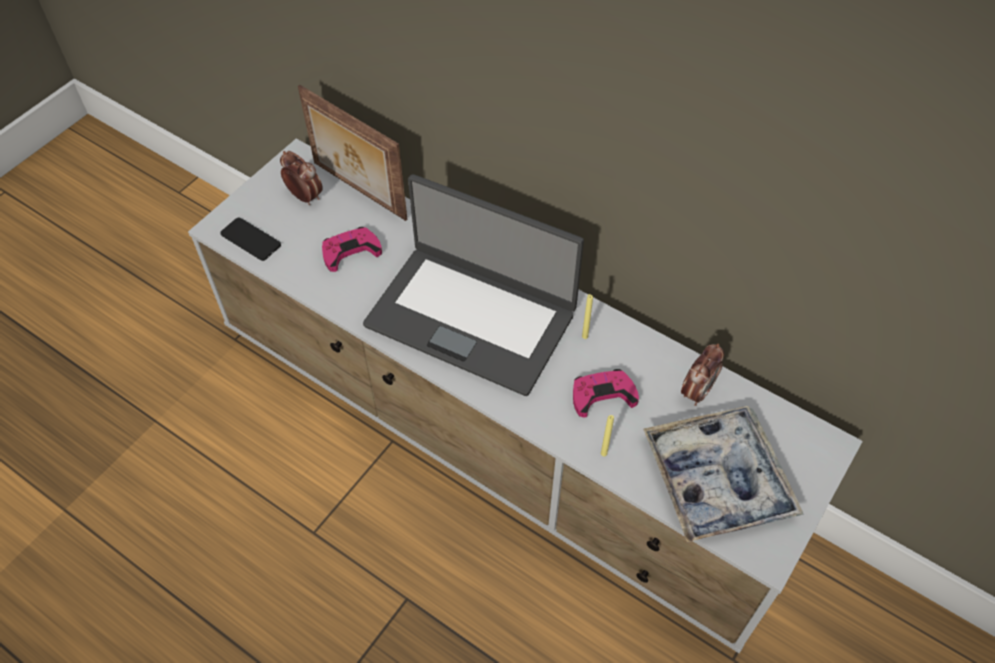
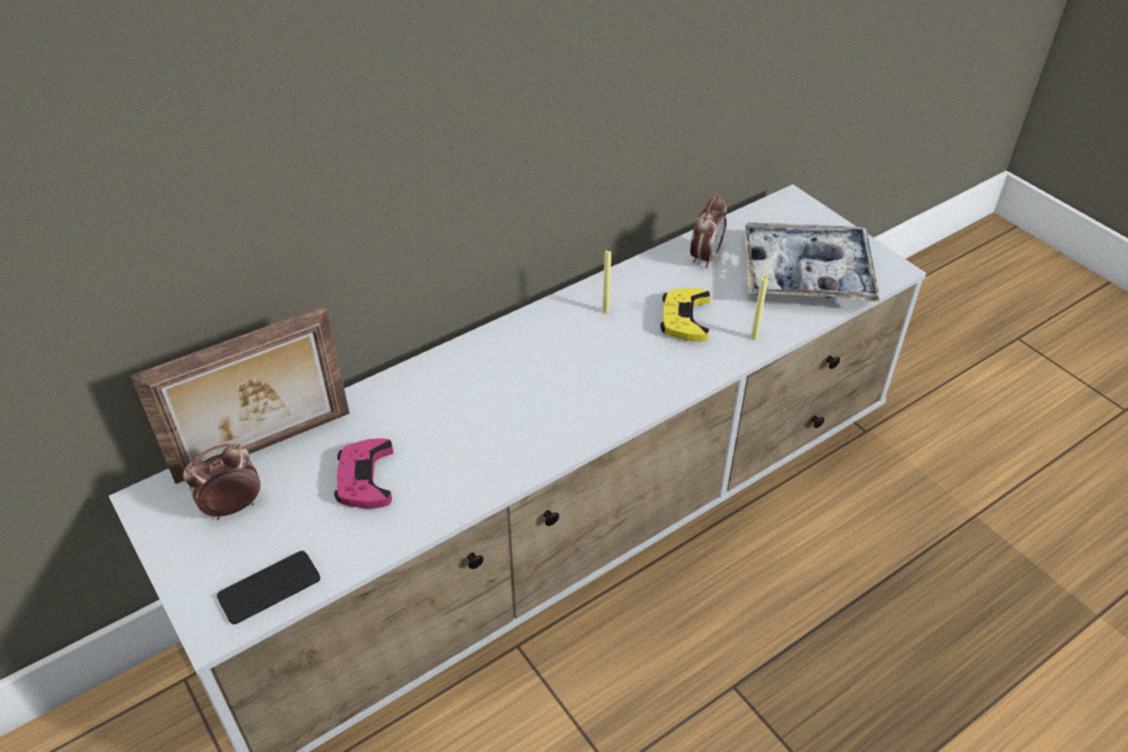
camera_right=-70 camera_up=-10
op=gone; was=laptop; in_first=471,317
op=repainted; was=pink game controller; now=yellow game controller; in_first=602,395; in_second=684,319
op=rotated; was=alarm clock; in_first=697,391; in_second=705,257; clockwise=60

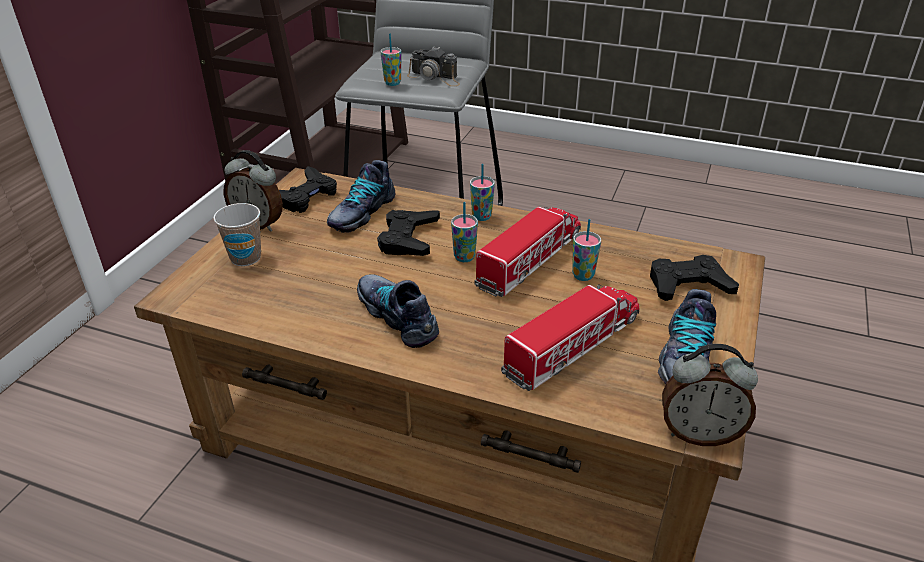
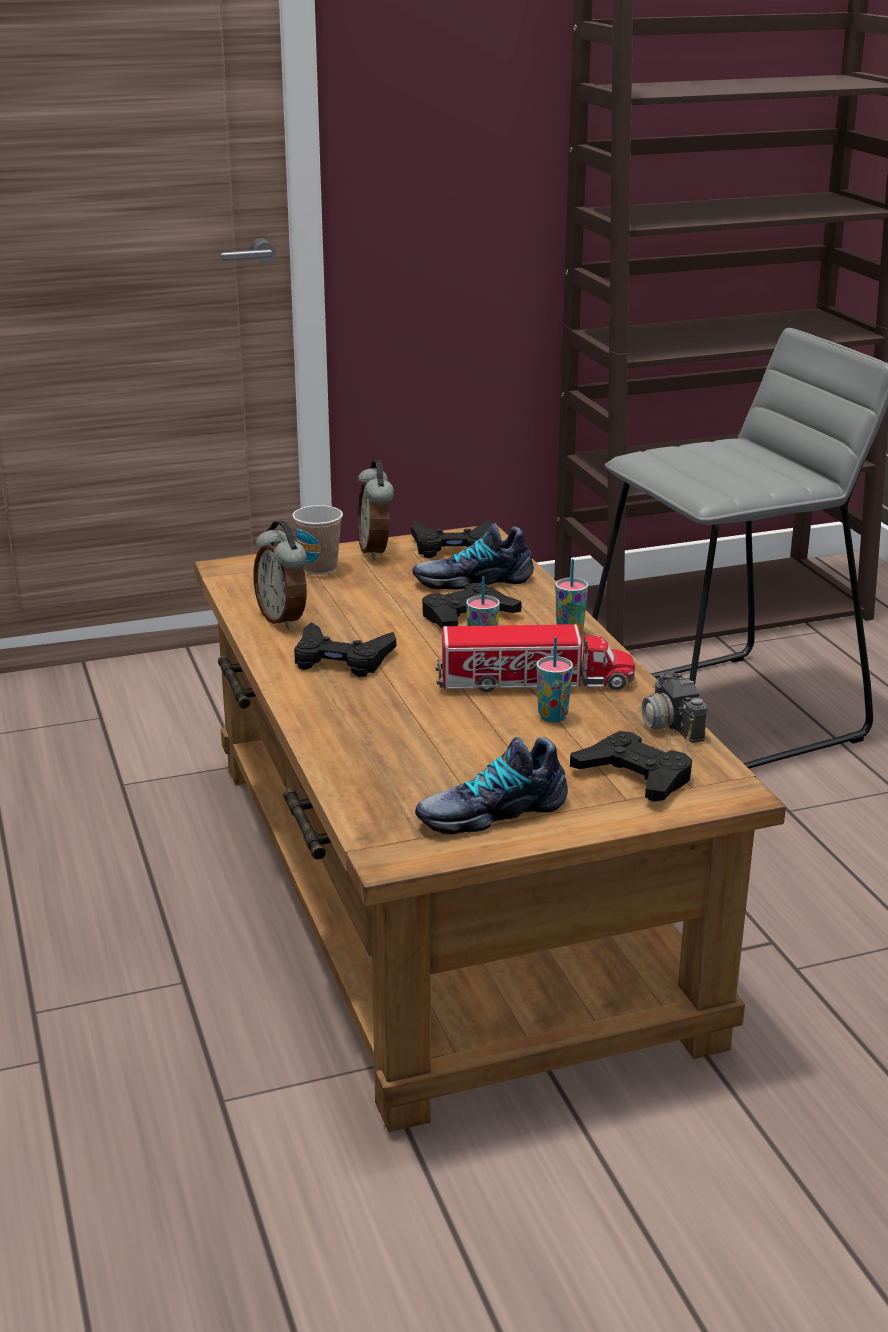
camera_right=50 camera_up=-10
op=gone; was=cup; in_first=392,83
op=gone; was=toy truck; in_first=573,345
op=shifted; was=photo camera; in_first=435,78; in_second=669,728
op=shifted; was=alarm clock; in_first=699,433; in_second=283,619
op=swapped; was=shoe; now=black game controller; in_first=398,316; in_second=341,659

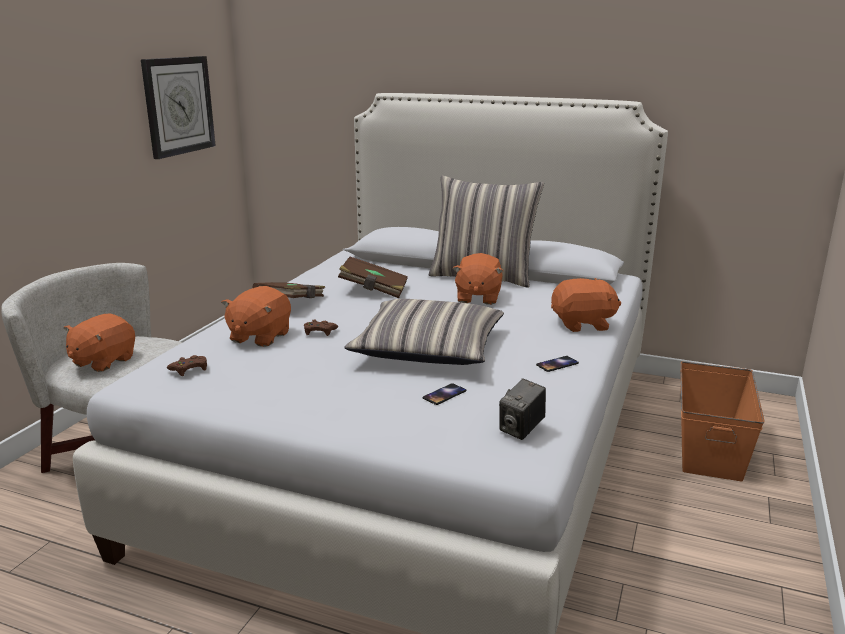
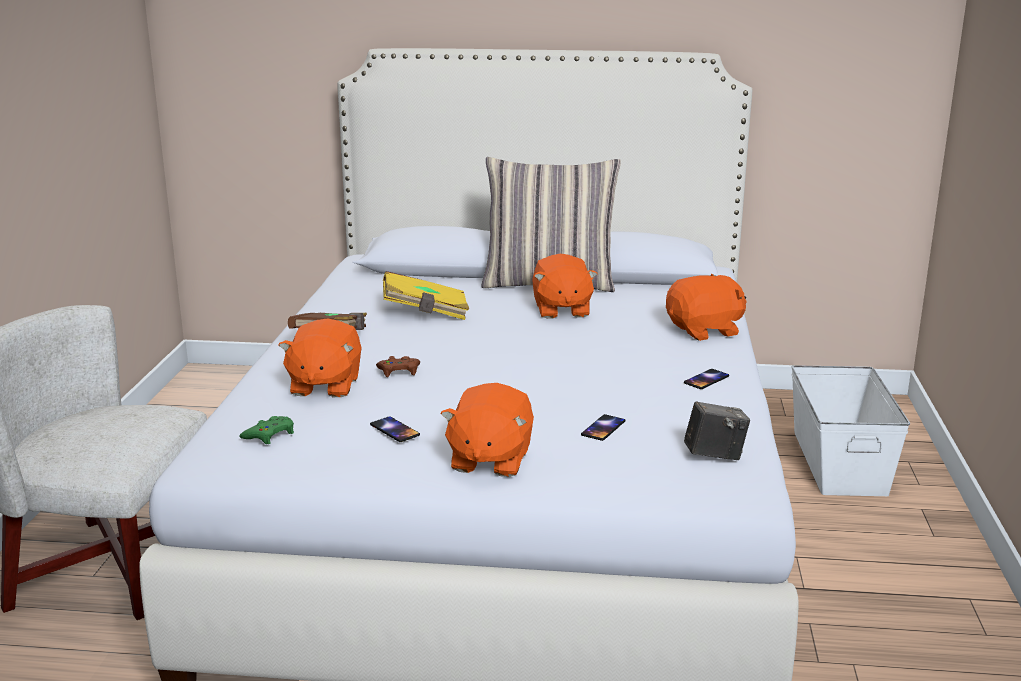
camera_right=-15 camera_up=0
op=gone; was=wall clock; in_first=178,105
op=gone; was=pillow; in_first=428,349
op=new; now=phone; in_second=395,430
op=shifted; was=orange plush toy; in_first=103,361; in_second=489,460
op=repainted; was=brown game controller; now=green game controller; in_first=189,369; in_second=269,435
op=repainted; was=brown book; now=yellow book; in_first=373,290; in_second=425,313
op=repainted; was=orange storage box; now=white storage box; in_first=708,446; in_second=838,462
op=rotated; was=photo camera; in_first=521,429; in_second=714,455; clockwise=-120

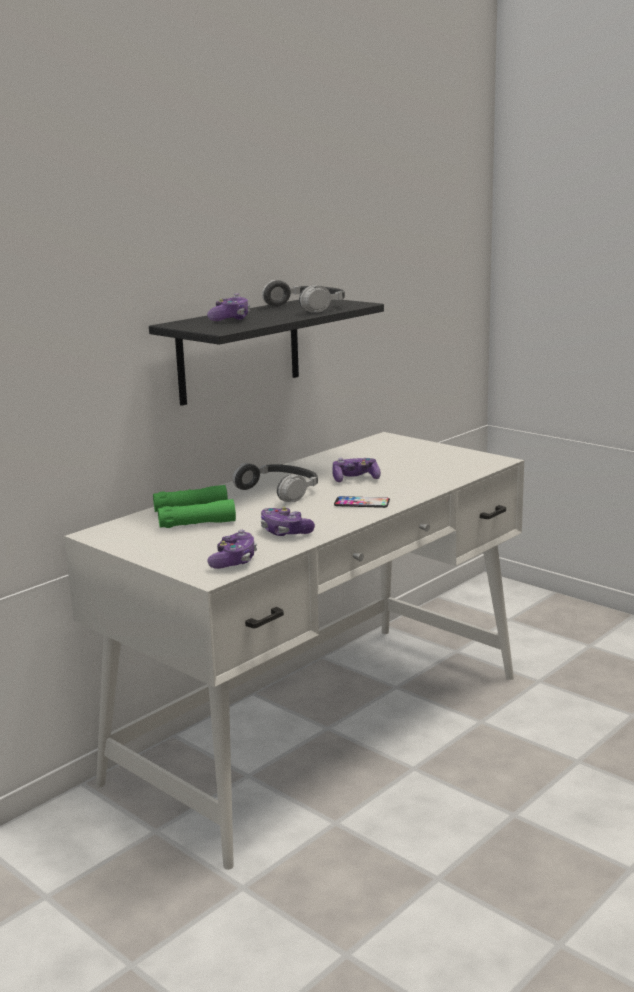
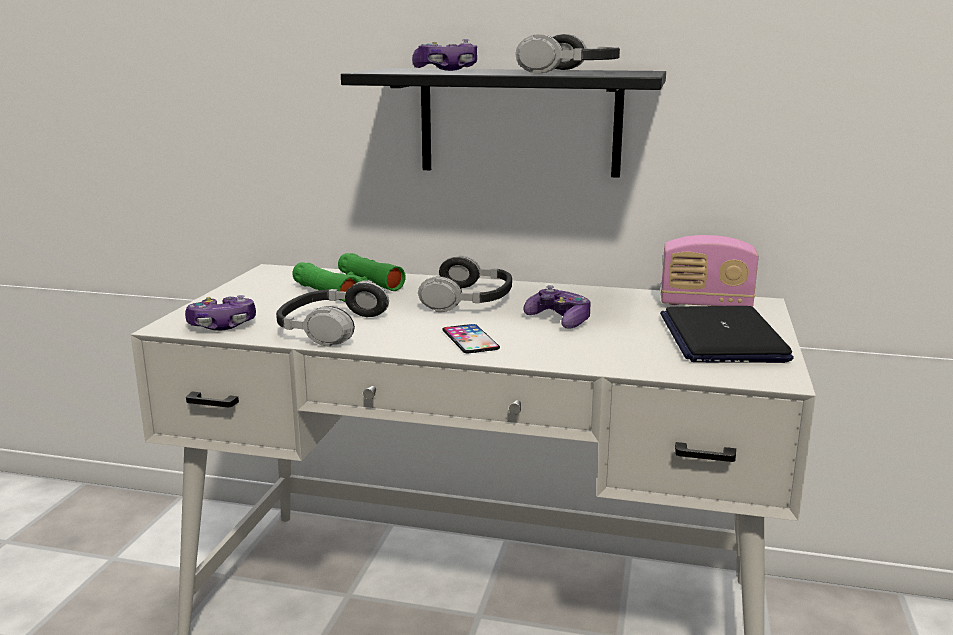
camera_right=60 camera_up=0
op=new; now=laptop; in_second=721,337
op=new; now=radio; in_second=705,304
op=swapped; was=game controller; now=headphones; in_first=285,532; in_second=330,327

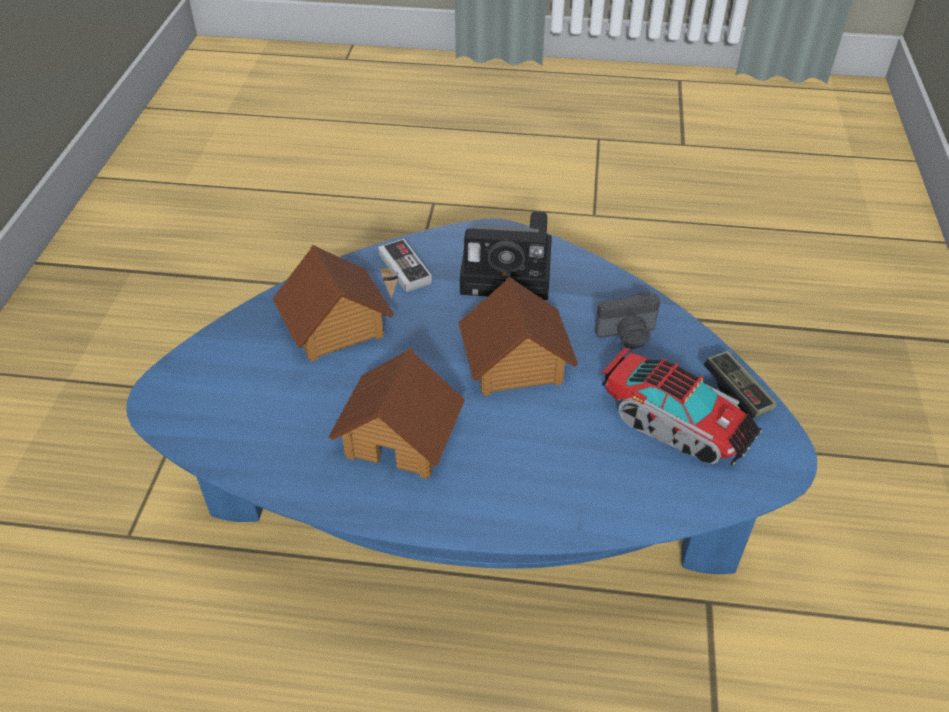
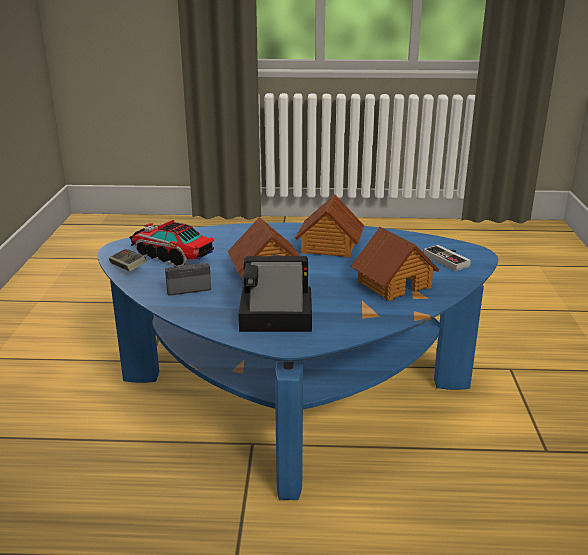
camera_right=175 camera_up=-20
op=shifted; was=game controller; in_first=398,271; in_second=449,259

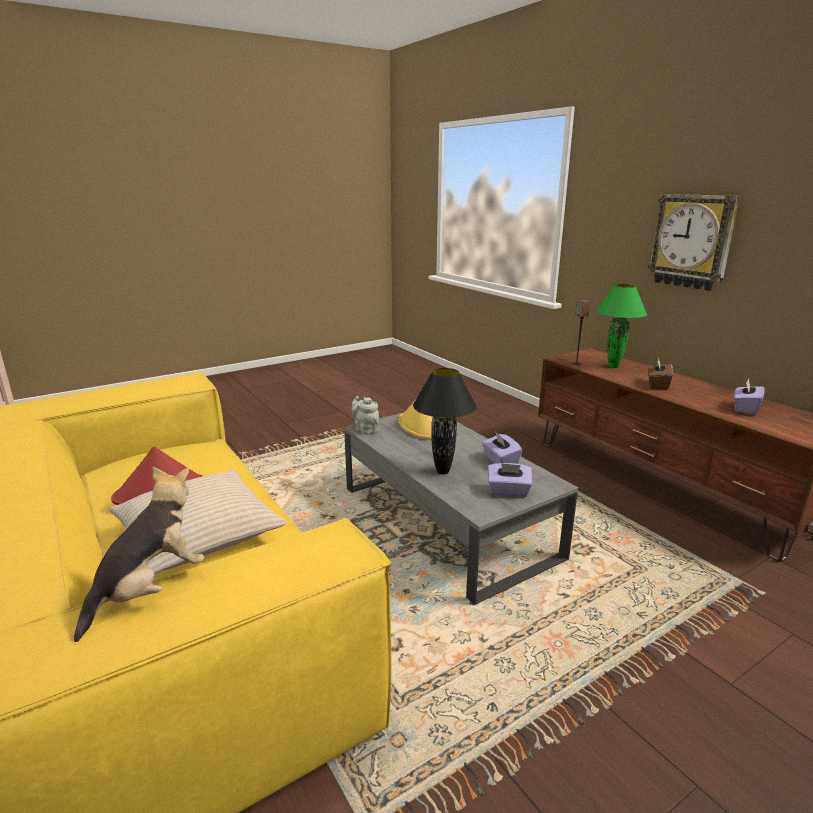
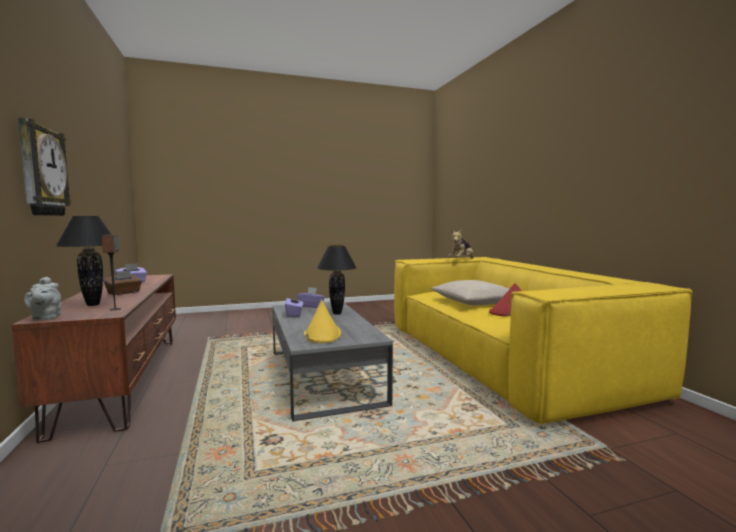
camera_right=-165 camera_up=-15
op=shifted; was=grey teapot; in_first=365,429; in_second=46,318
op=repainted; was=green table lamp; now=black table lamp; in_first=614,366; in_second=92,305

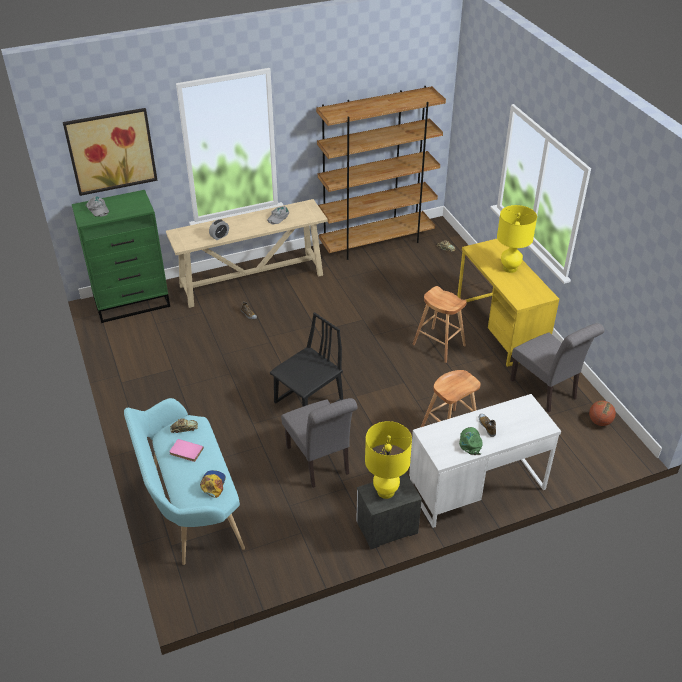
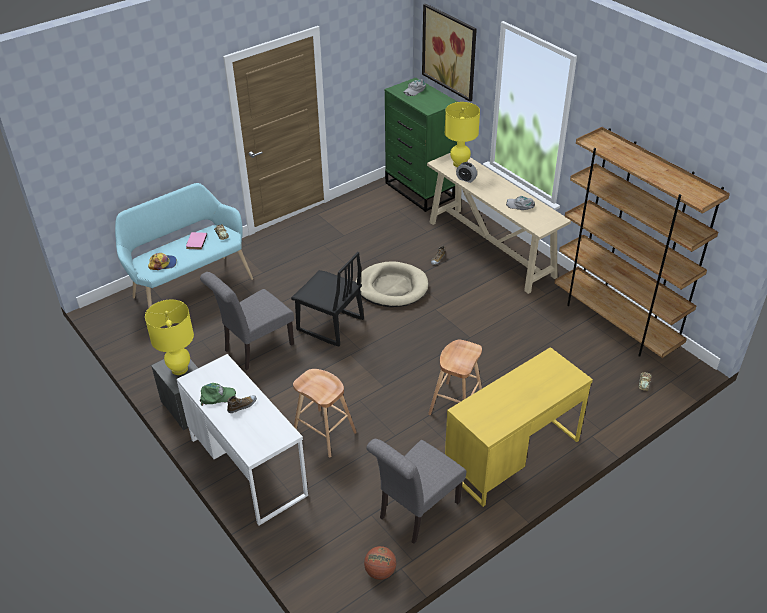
camera_right=75 camera_up=0
op=new; now=beige dog bed; in_second=392,287
op=shifted; was=yellow table lamp; in_first=510,268; in_second=459,164

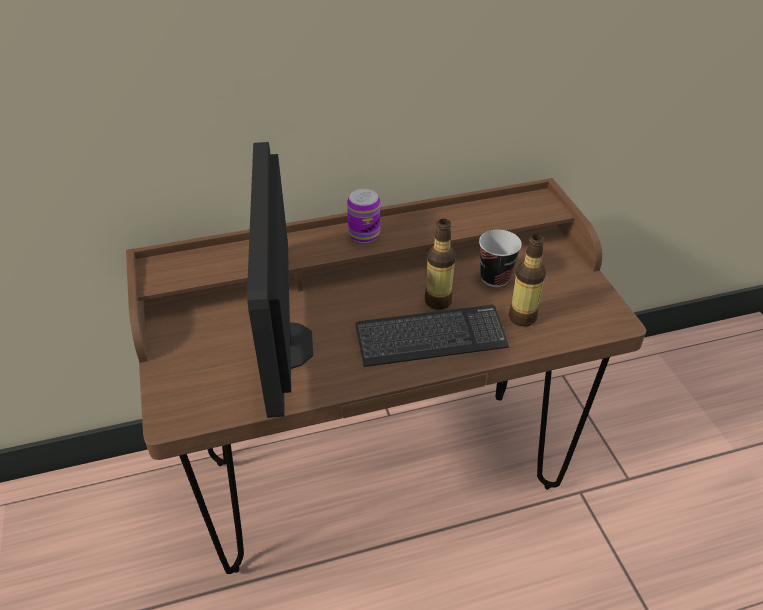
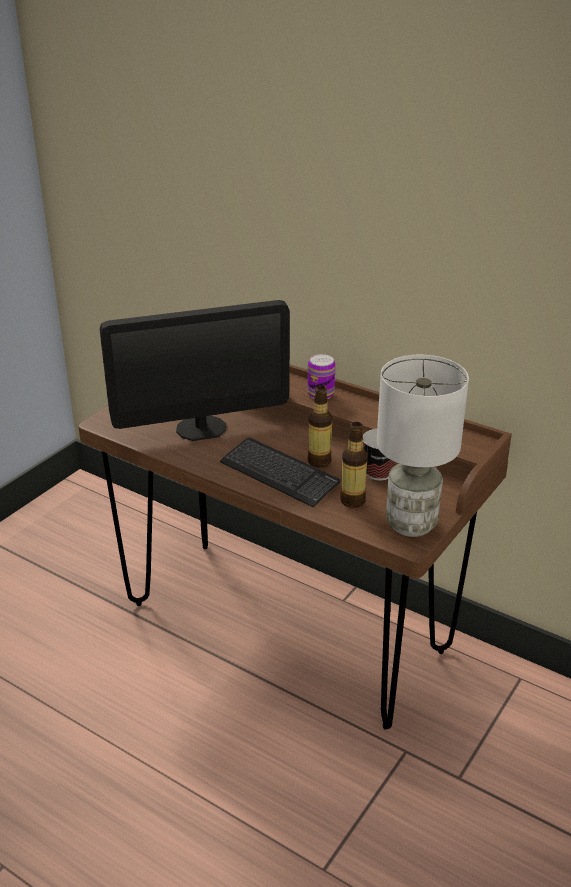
camera_right=50 camera_up=-10
op=new; now=white table lamp; in_second=411,525
op=rotated; was=monitor; in_first=285,345; in_second=201,428; clockwise=-150

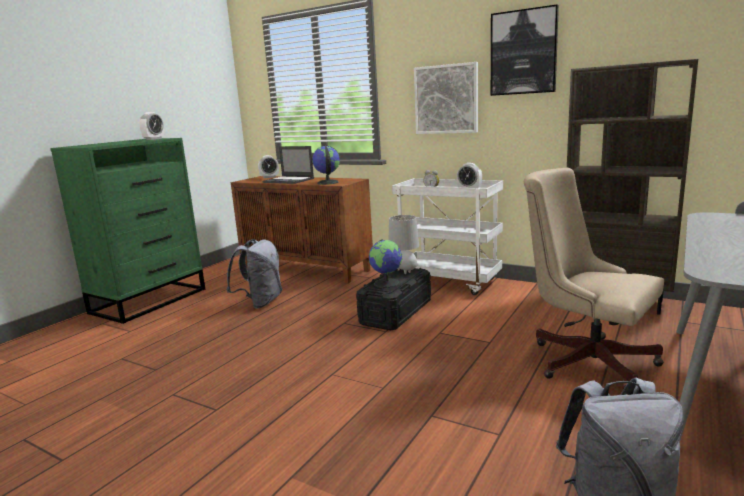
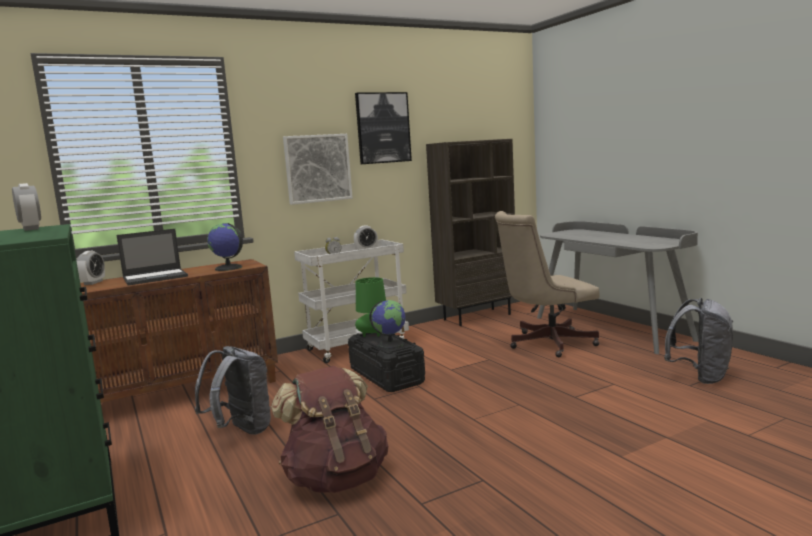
camera_right=-60 camera_up=-5
op=new; now=brown backpack; in_second=336,478
op=repainted; was=grey table lamp; now=green table lamp; in_first=404,272; in_second=373,335

